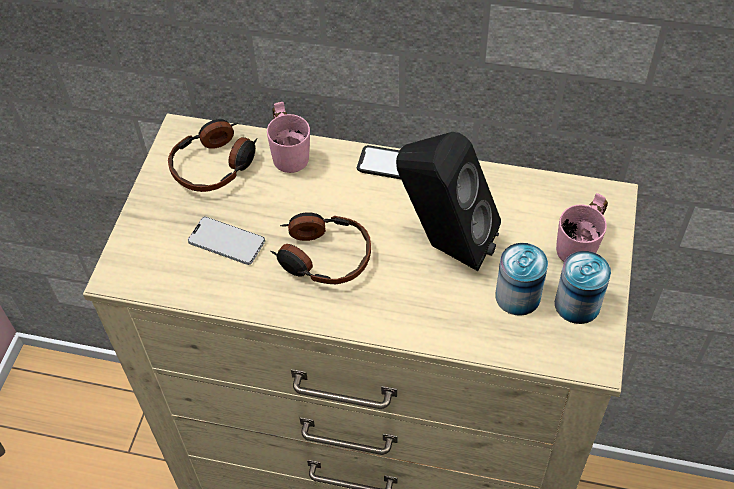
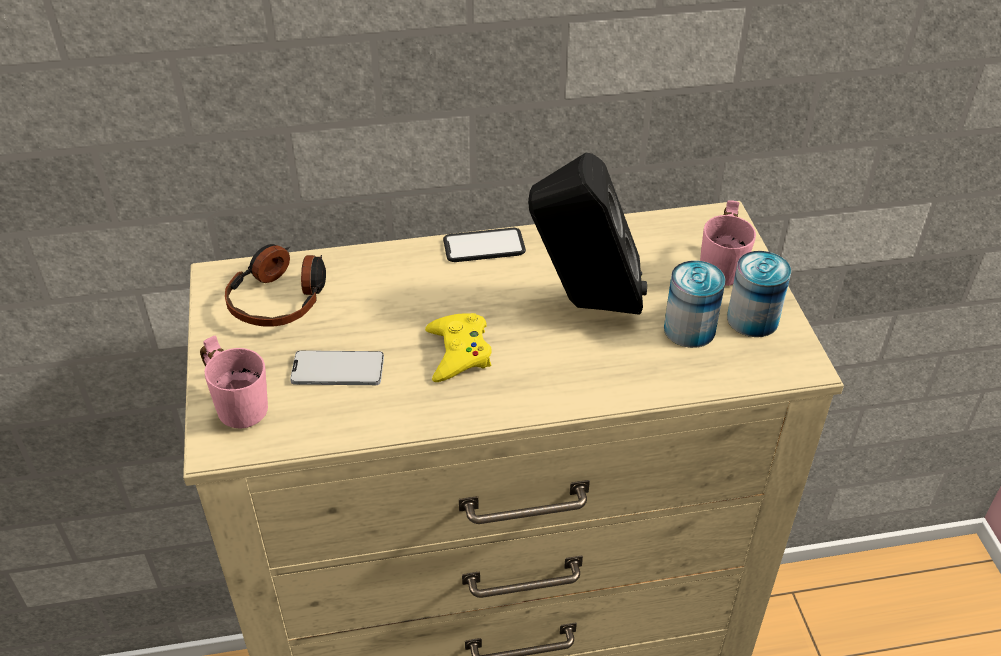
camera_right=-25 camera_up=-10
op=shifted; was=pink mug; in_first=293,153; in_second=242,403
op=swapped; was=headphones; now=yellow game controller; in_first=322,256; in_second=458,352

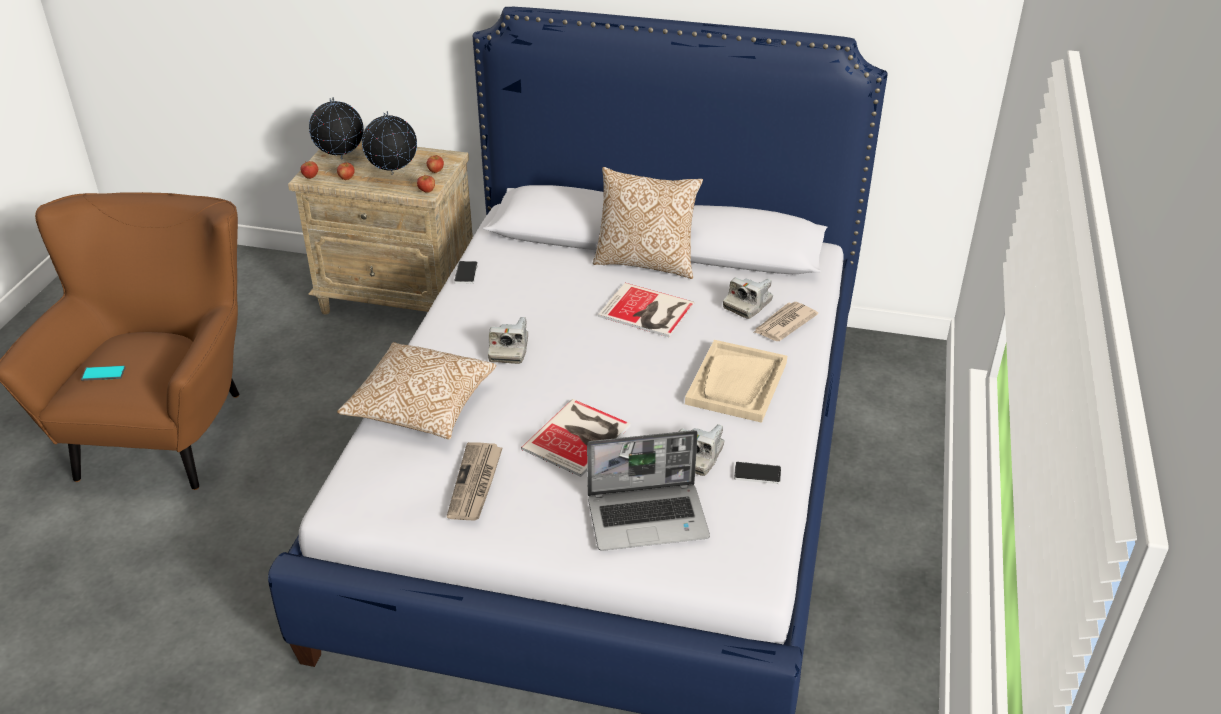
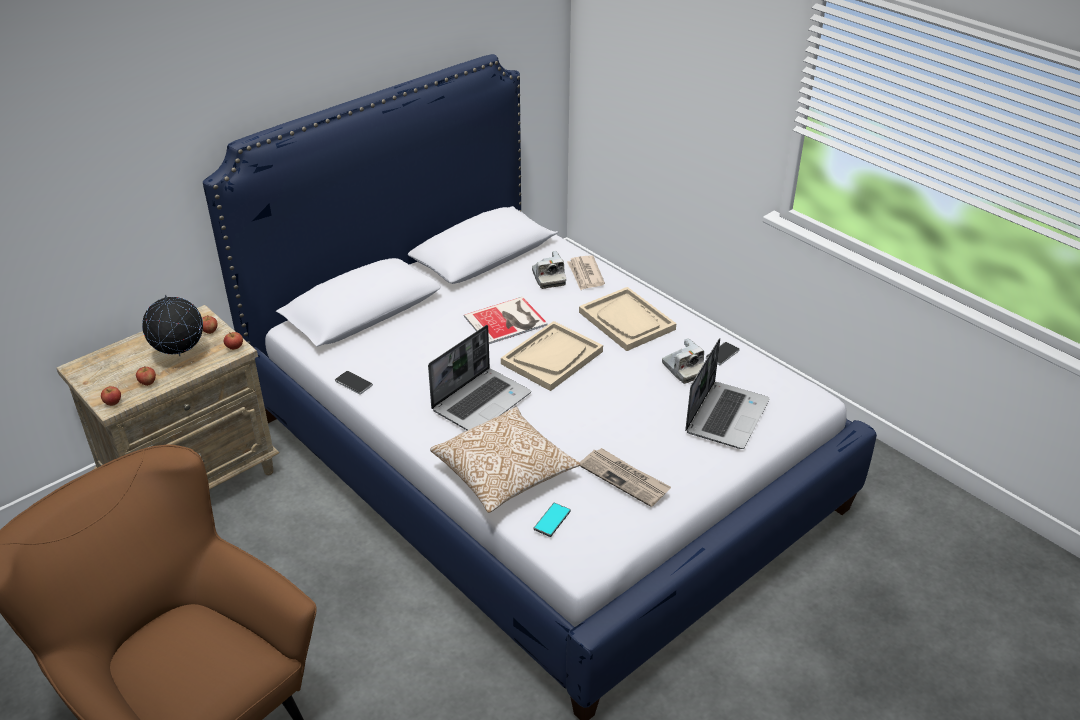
camera_right=-55 camera_up=0
op=gone; was=globe; in_first=340,159
op=gone; was=book; in_first=579,437
op=gone; was=pillow; in_first=646,262
op=new; now=beige tray; in_second=552,357
op=shifted; was=phone; in_first=103,374; in_second=552,520
op=swapped; was=photo camera; now=laptop; in_first=509,350; in_second=481,401

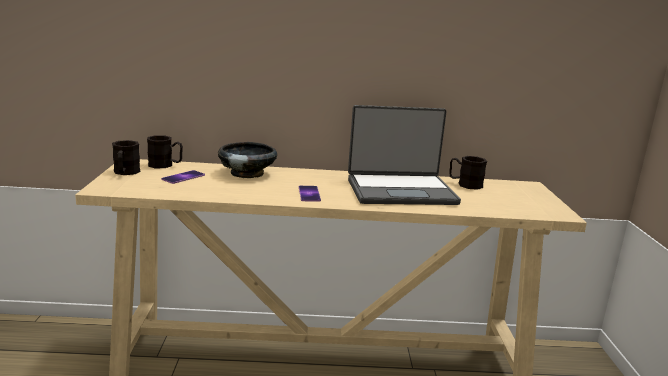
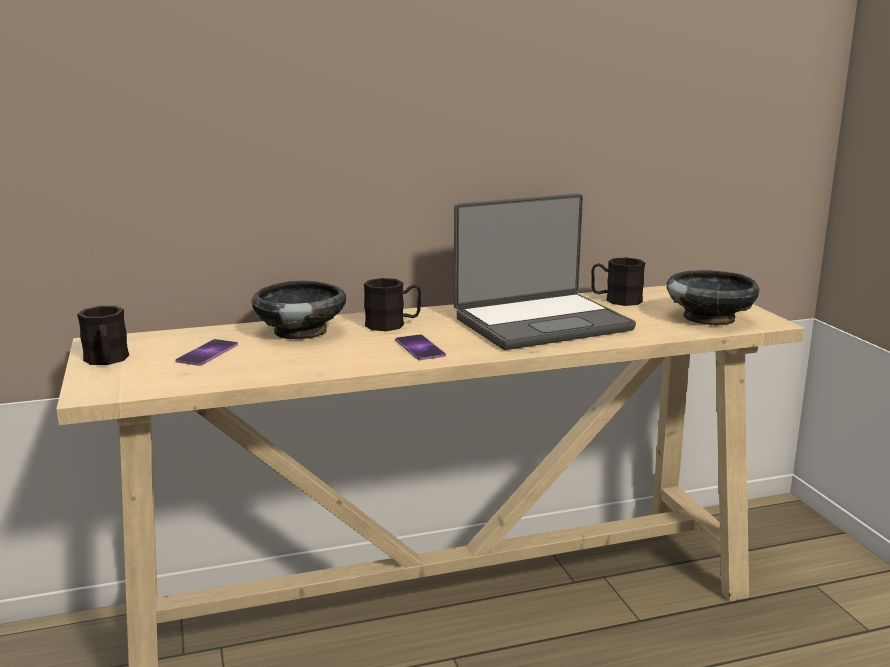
camera_right=-15 camera_up=0
op=new; now=black bowl; in_second=710,318
op=shifted; was=black mug; in_first=165,165; in_second=393,324

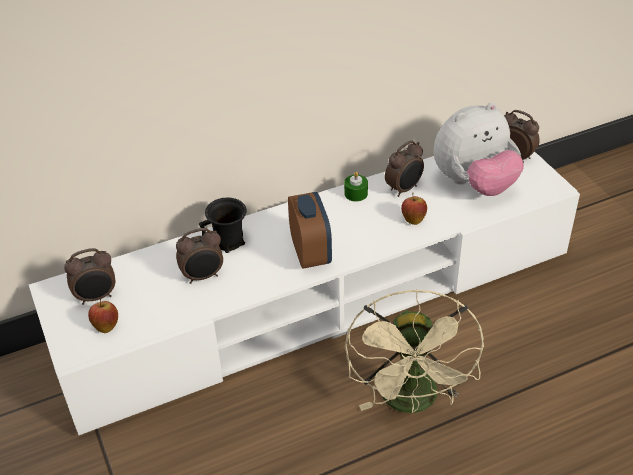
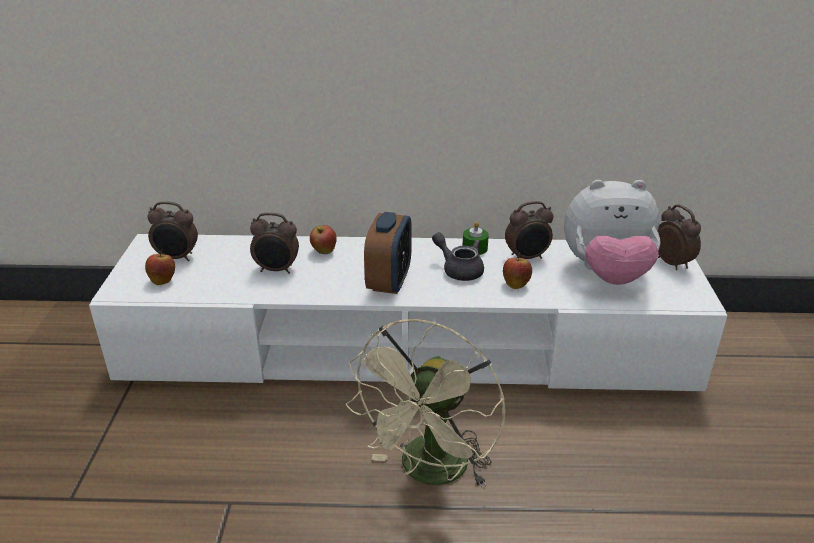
camera_right=25 camera_up=-10
op=new; now=grey teapot; in_second=459,269
op=swapped; was=black mug; now=apple; in_first=229,242; in_second=324,251

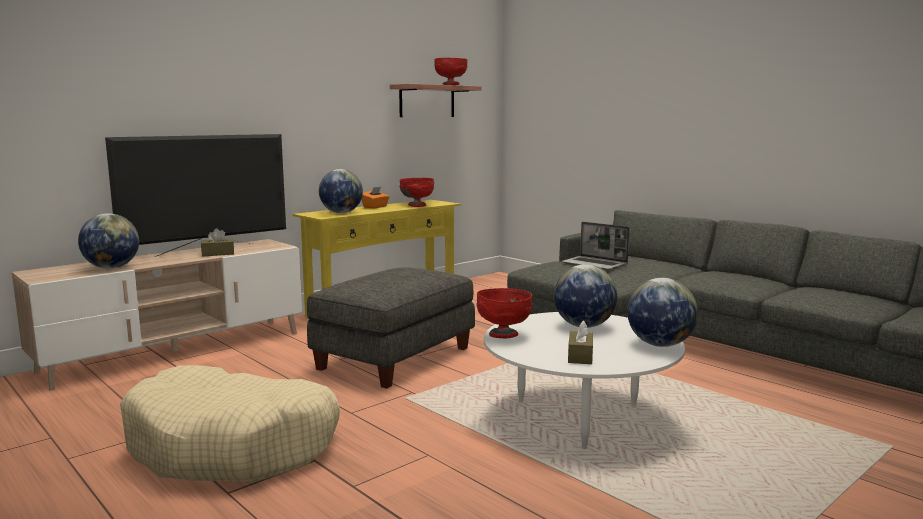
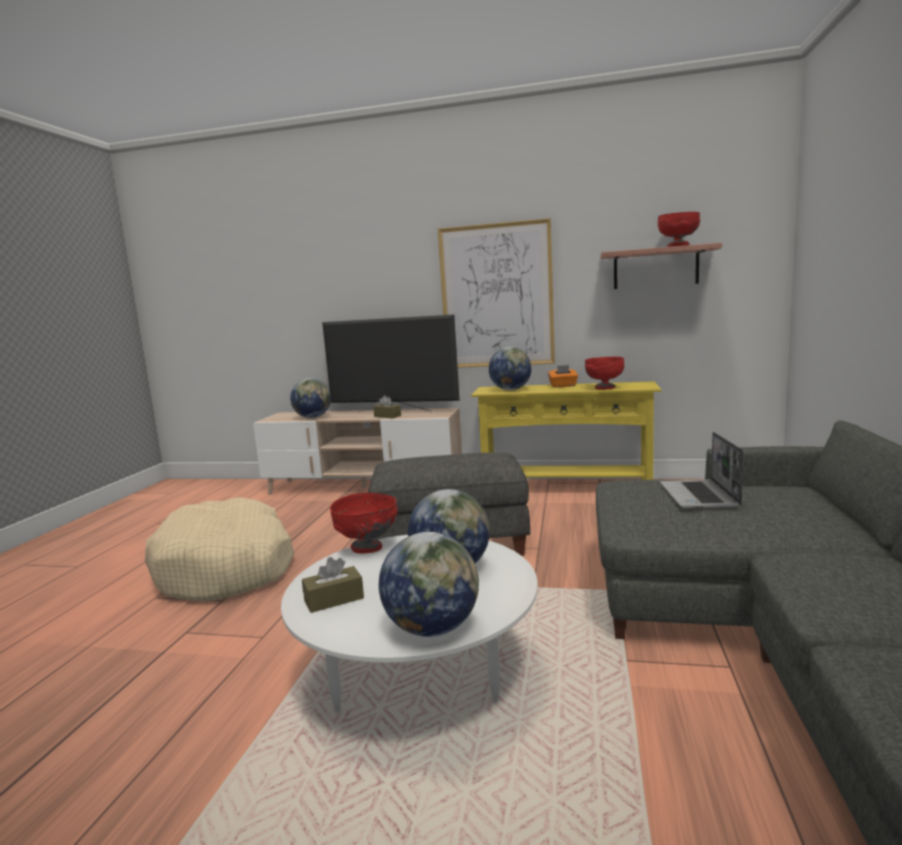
camera_right=55 camera_up=0
op=new; now=picture; in_second=496,296

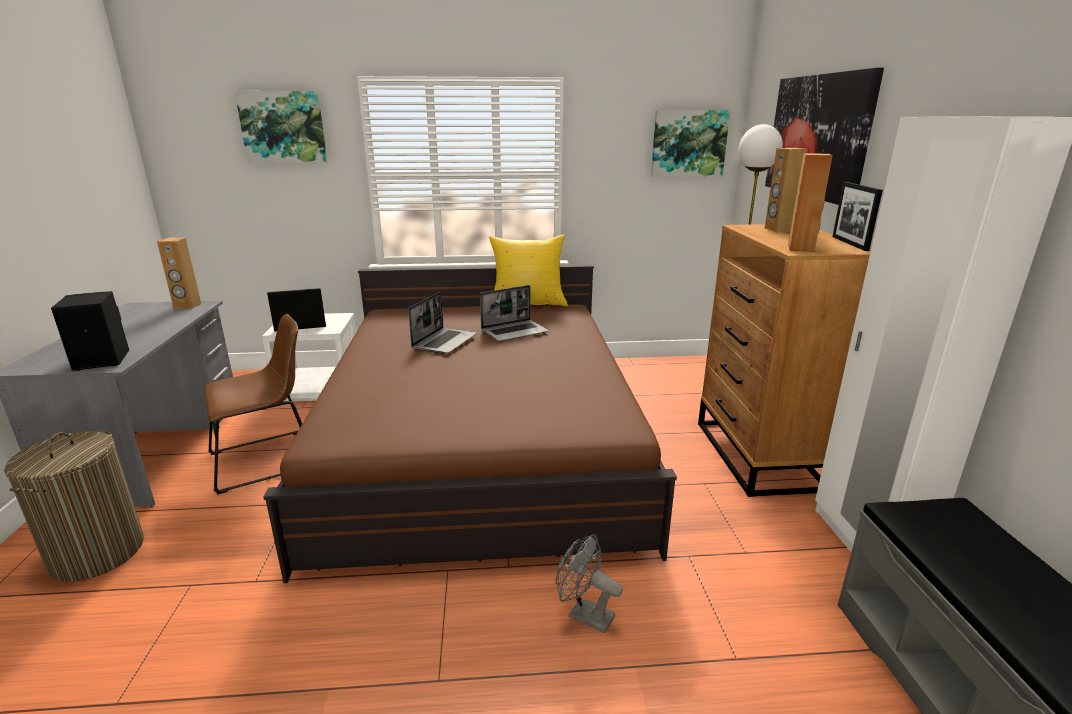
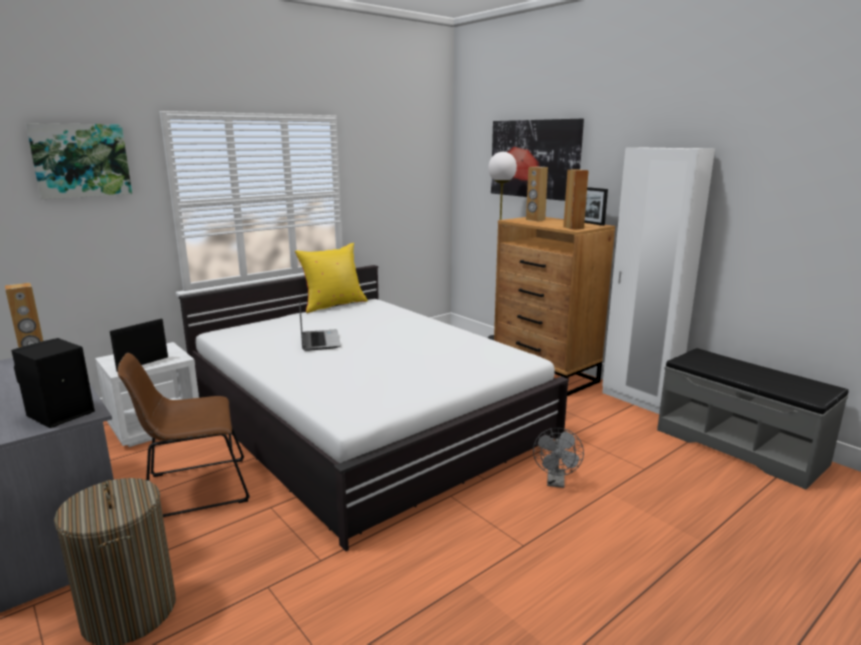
camera_right=-35 camera_up=-5
op=gone; was=laptop; in_first=515,332
op=gone; was=picture; in_first=688,143
op=repainted; was=brown bed; now=white bed; in_first=481,442; in_second=365,420
op=rotated; was=brown chair; in_first=269,459; in_second=193,489; clockwise=-135
op=rotated; was=grey fan; in_first=584,614; in_second=556,482; clockwise=-75

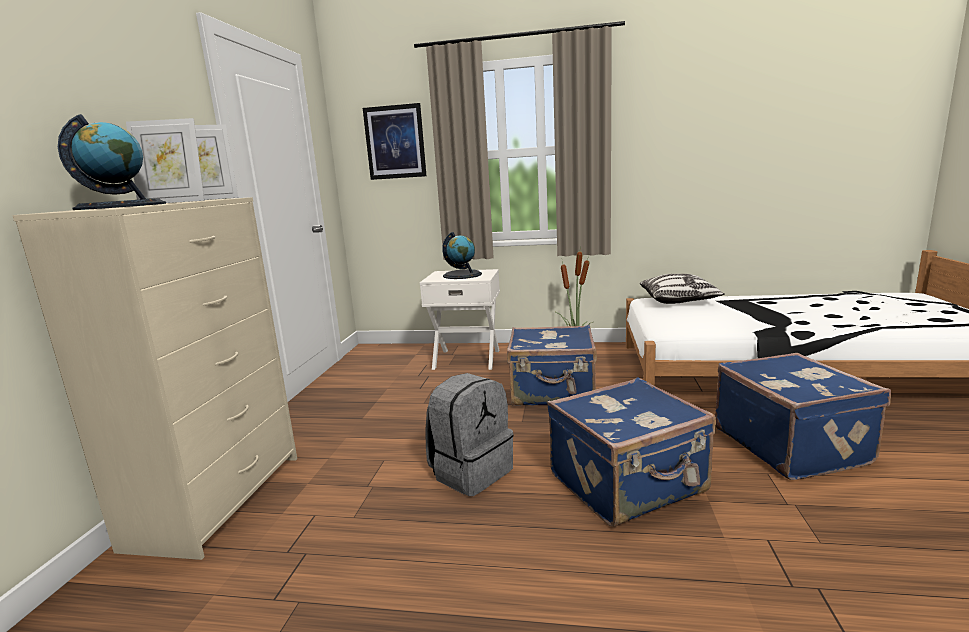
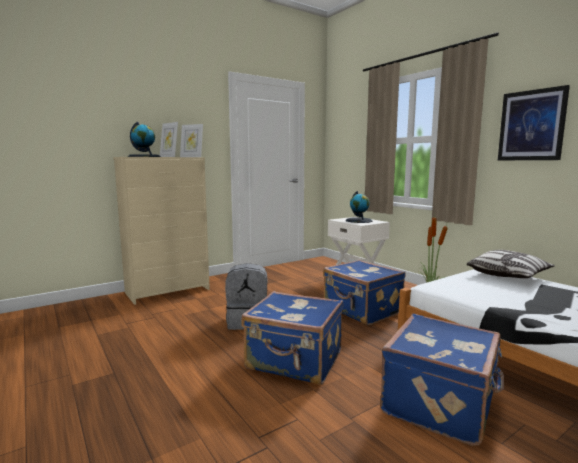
camera_right=45 camera_up=-5
op=shifted; was=picture; in_first=395,142; in_second=531,125

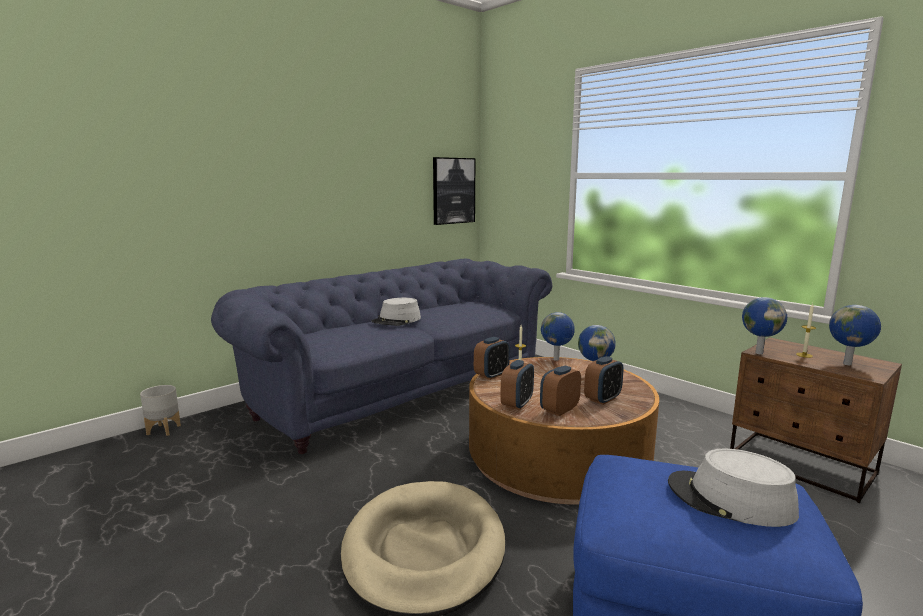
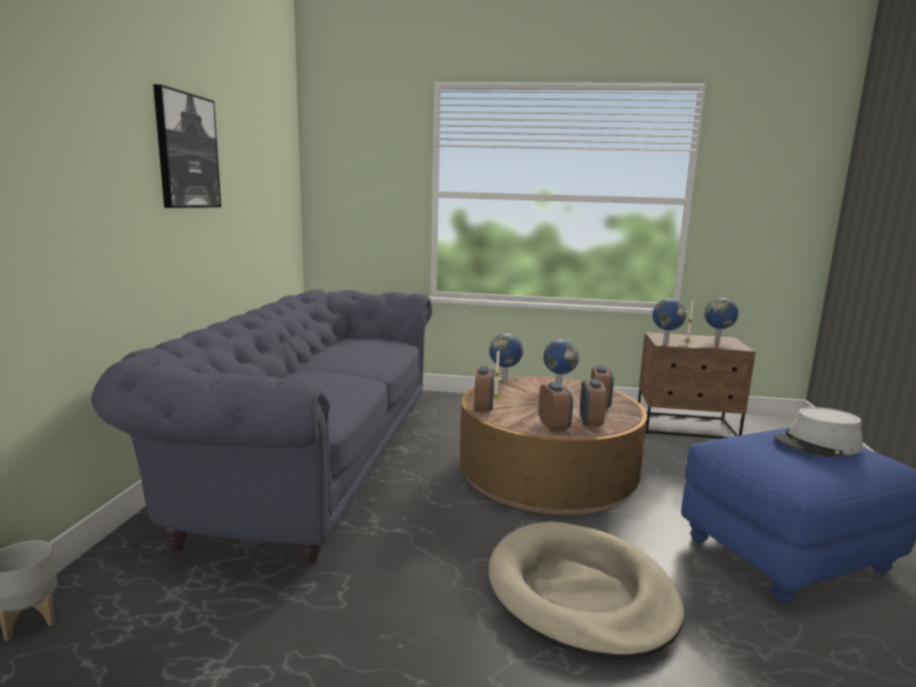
camera_right=-40 camera_up=0
op=gone; was=grey hat; in_first=396,320
op=shifted; was=picture; in_first=453,190; in_second=187,151

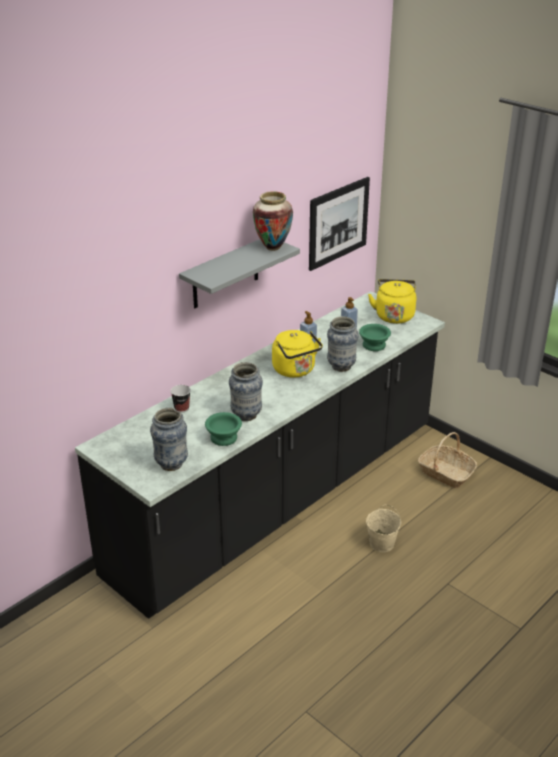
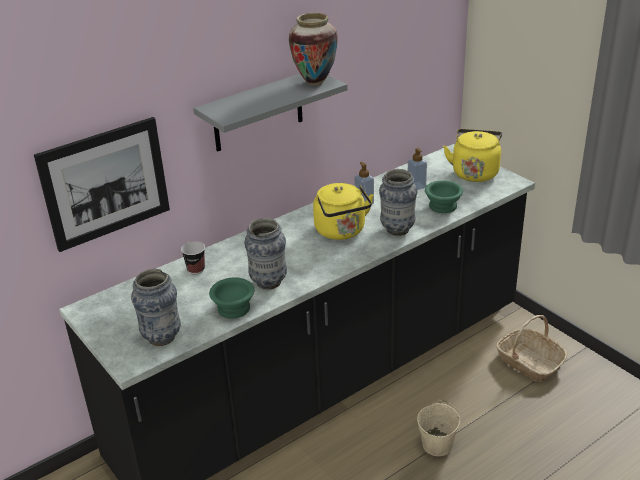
camera_right=10 camera_up=0
op=shifted; was=picture; in_first=338,223; in_second=105,183

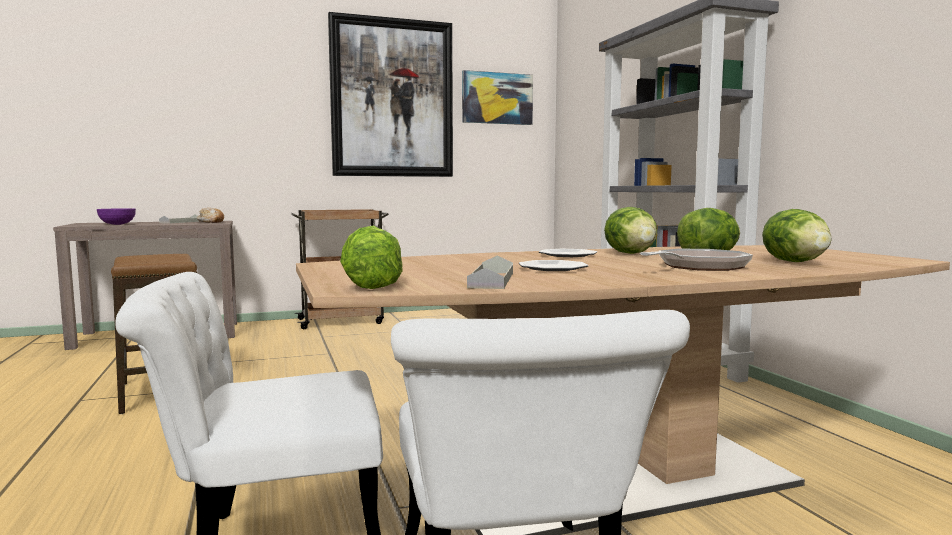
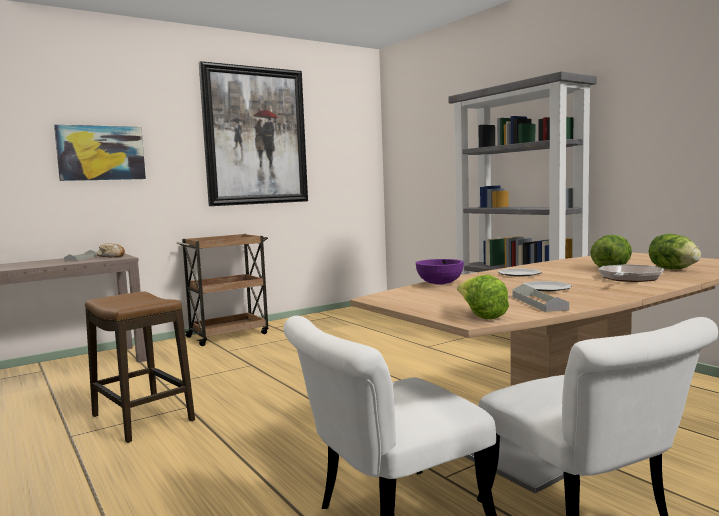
camera_right=-15 camera_up=0
op=gone; was=lettuce; in_first=631,254
op=shifted; was=purple bowl; in_first=117,224; in_second=440,283
op=shifted; was=picture; in_first=497,98; in_second=101,153

